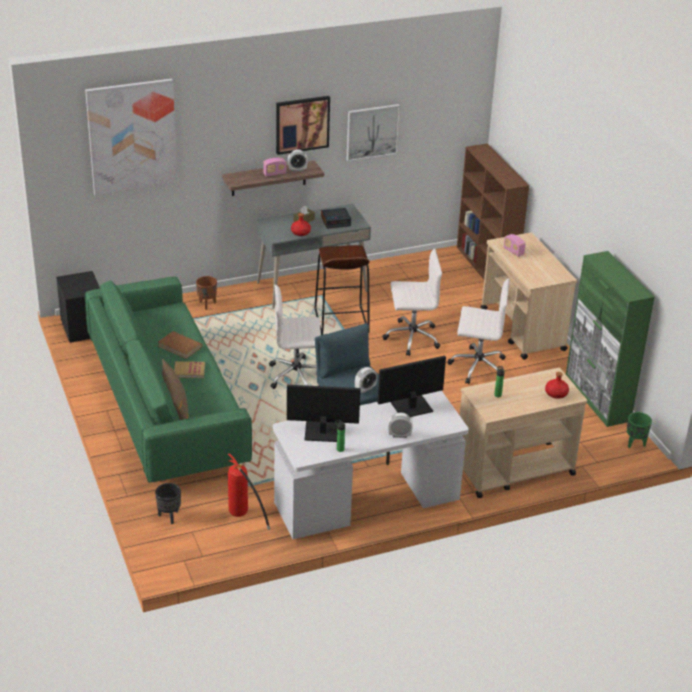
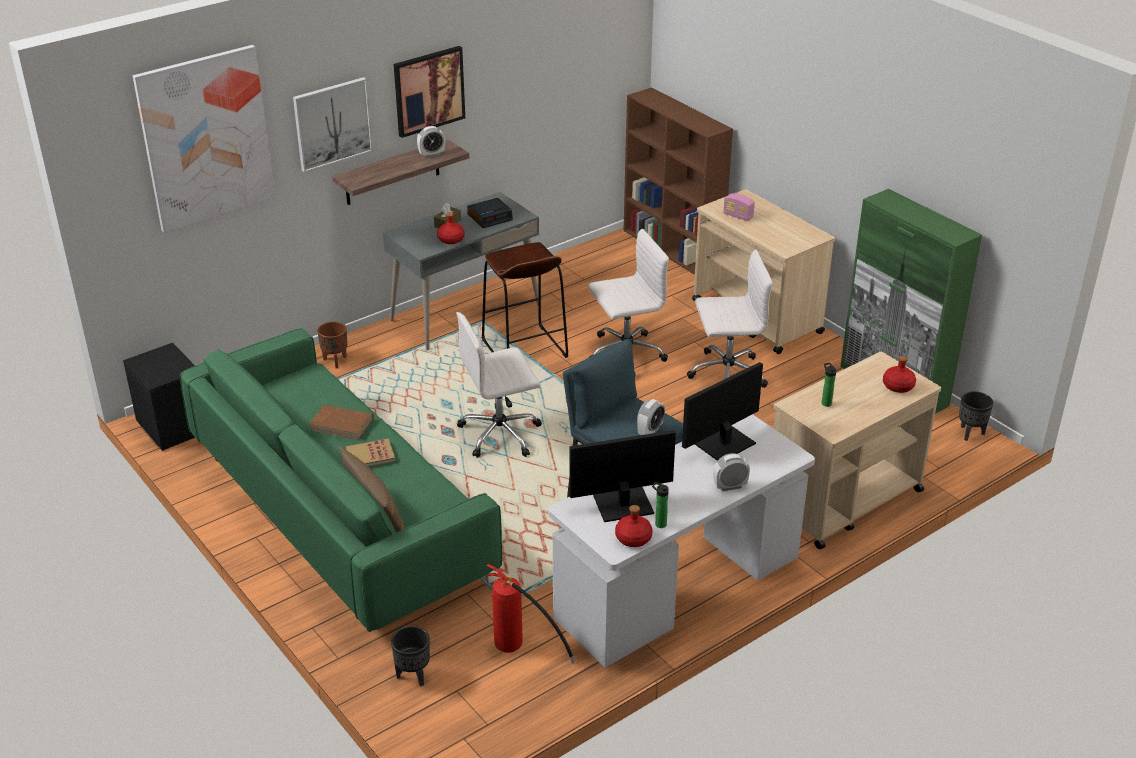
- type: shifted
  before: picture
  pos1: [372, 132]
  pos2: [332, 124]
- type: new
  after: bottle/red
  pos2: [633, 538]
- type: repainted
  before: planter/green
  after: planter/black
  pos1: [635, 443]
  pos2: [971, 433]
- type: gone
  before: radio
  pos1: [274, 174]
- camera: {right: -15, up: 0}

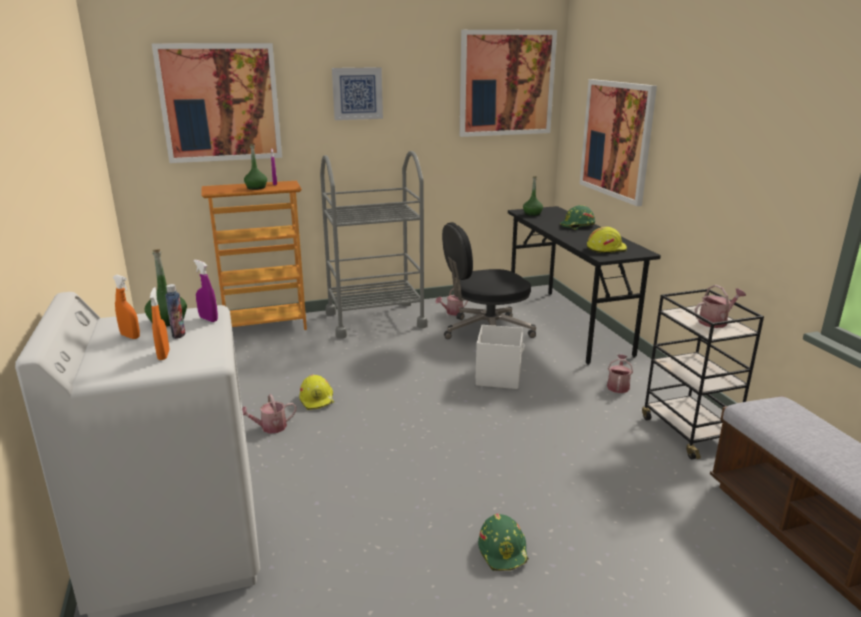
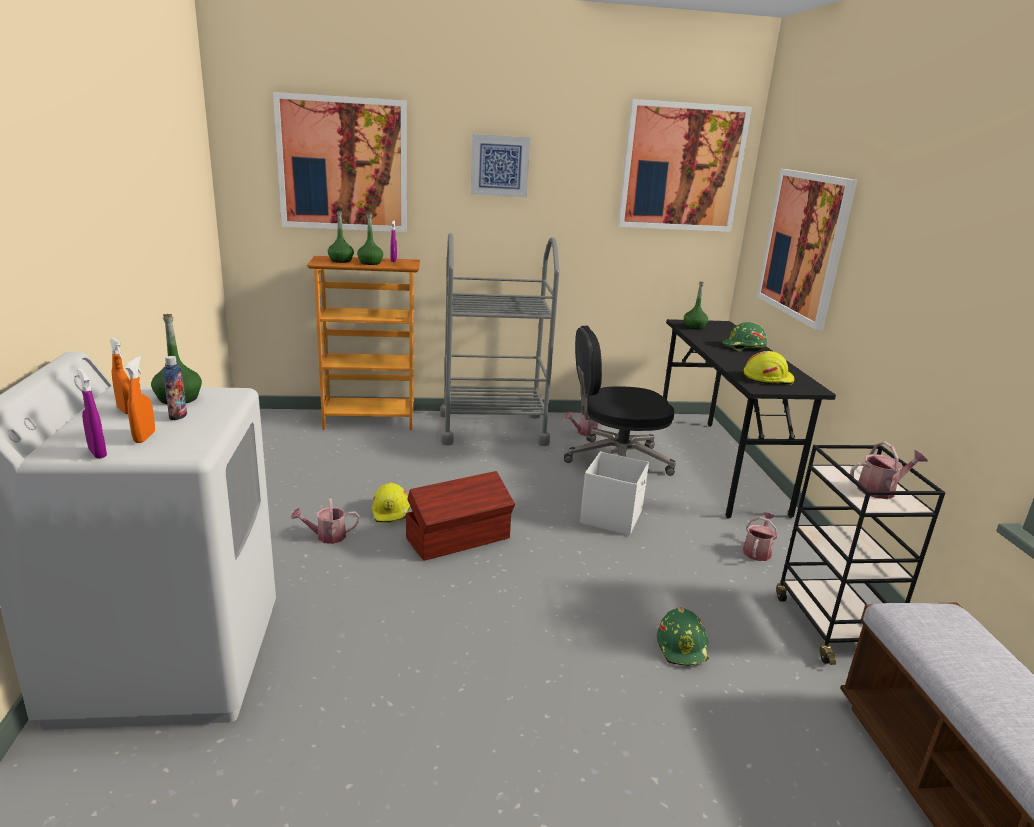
- type: shifted
  before: spray bottle/purple
  pos1: [208, 319]
  pos2: [97, 453]
- type: new
  after: bottle/green
  pos2: [341, 261]
- type: new
  after: storage box/brown
  pos2: [459, 539]
- type: shifted
  before: hard hat/green
  pos1: [503, 550]
  pos2: [683, 647]
- camera: {right: 10, up: 0}

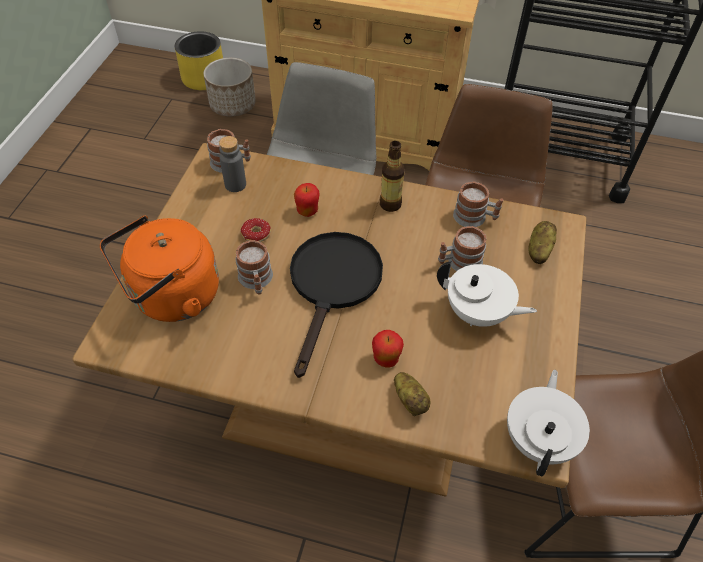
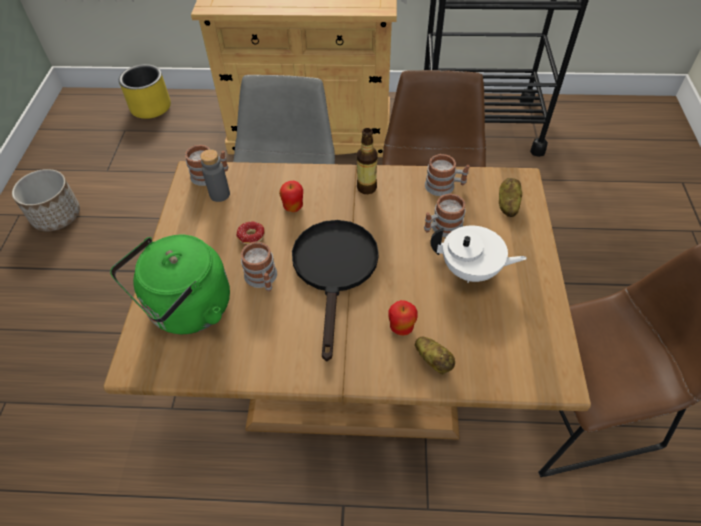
- type: shifted
  before: planter
  pos1: [232, 104]
  pos2: [56, 215]
- type: repainted
  before: kettle/orange
  after: kettle/green
  pos1: [172, 297]
  pos2: [187, 310]
- type: gone
  before: teapot/white
  pos1: [539, 439]
- camera: {right: -10, up: 0}

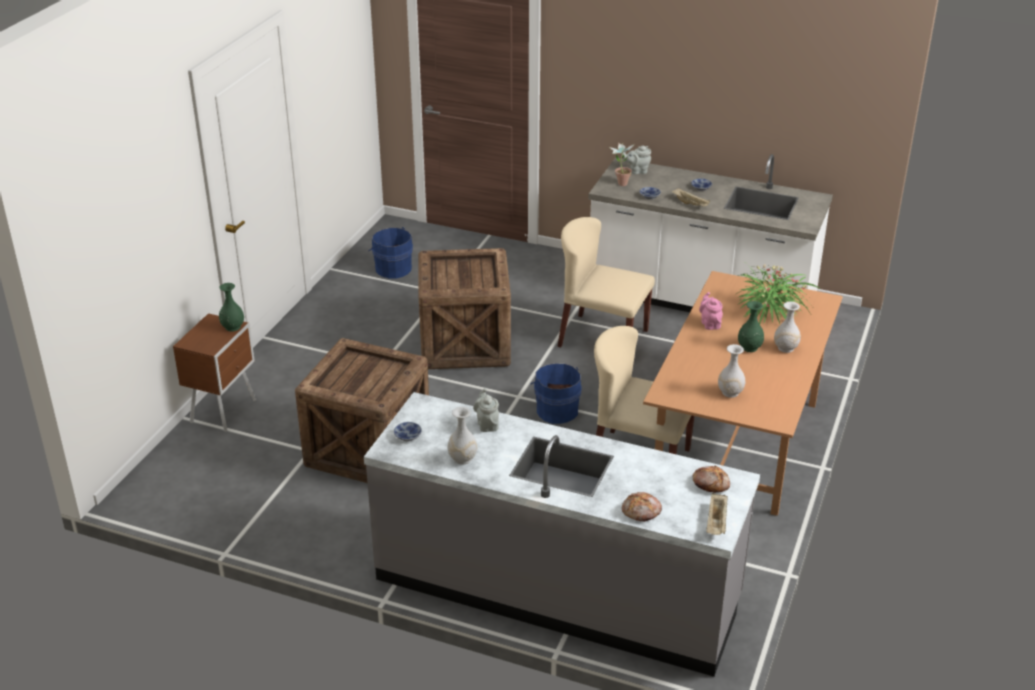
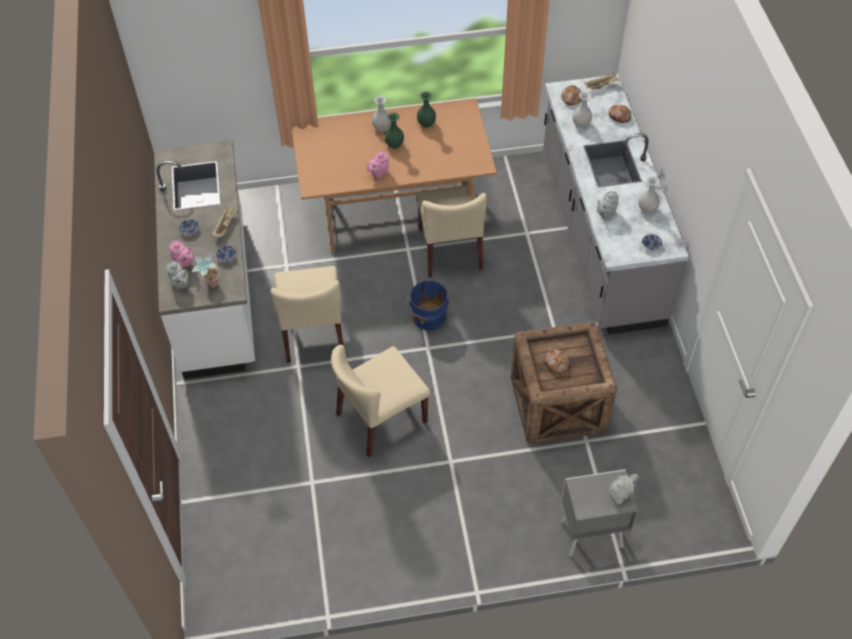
- type: new
  after: teapot/pink
  pos2: [184, 263]
- type: swapped
  before: crate
  after: chair/beige
  pos1: [466, 343]
  pos2: [381, 418]
- type: shifted
  before: vase/green
  pos1: [233, 327]
  pos2: [426, 123]
- type: new
  after: bread
  pos2: [556, 363]
- type: repainted
  before: nightstand/brown
  after: nightstand/grey
  pos1: [225, 411]
  pos2: [589, 533]
- type: shifted
  before: vase/white
  pos1: [730, 392]
  pos2: [581, 124]
- type: new
  after: teapot/grey
  pos2: [620, 494]
- type: gone
  before: bucket/blue
  pos1: [392, 268]
- type: gone
  before: potted plant
  pos1: [770, 312]
- camera: {right: -120, up: 20}

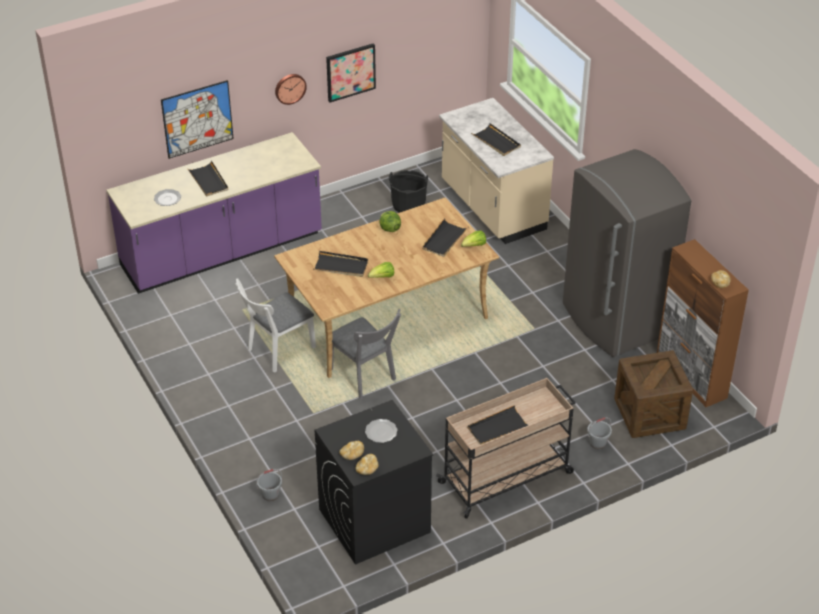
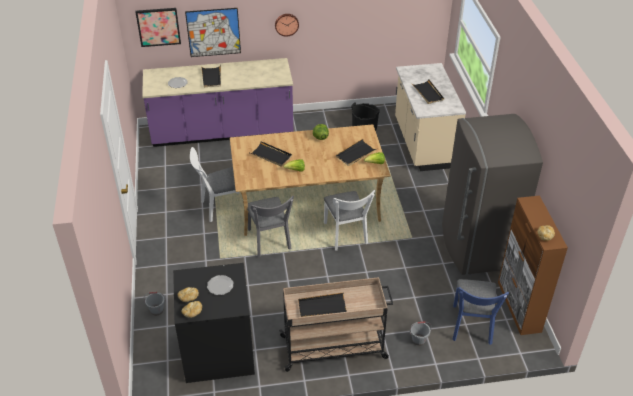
- type: shifted
  before: picture
  pos1: [350, 72]
  pos2: [158, 26]
- type: new
  after: chair/white
  pos2: [346, 236]
- type: swapped
  before: crate
  after: chair/blue
  pos1: [649, 414]
  pos2: [471, 328]
- camera: {right: 20, up: 0}

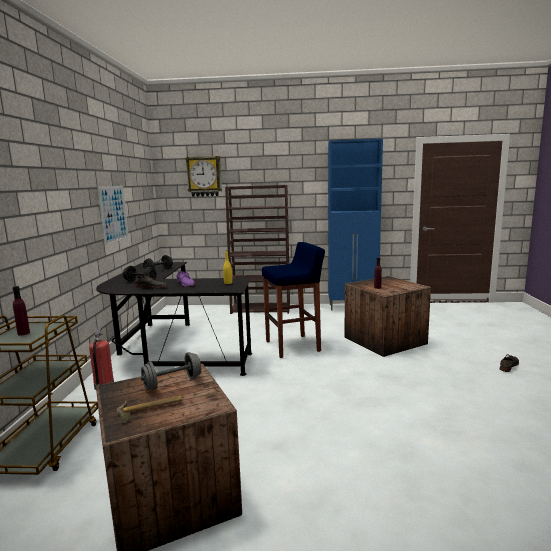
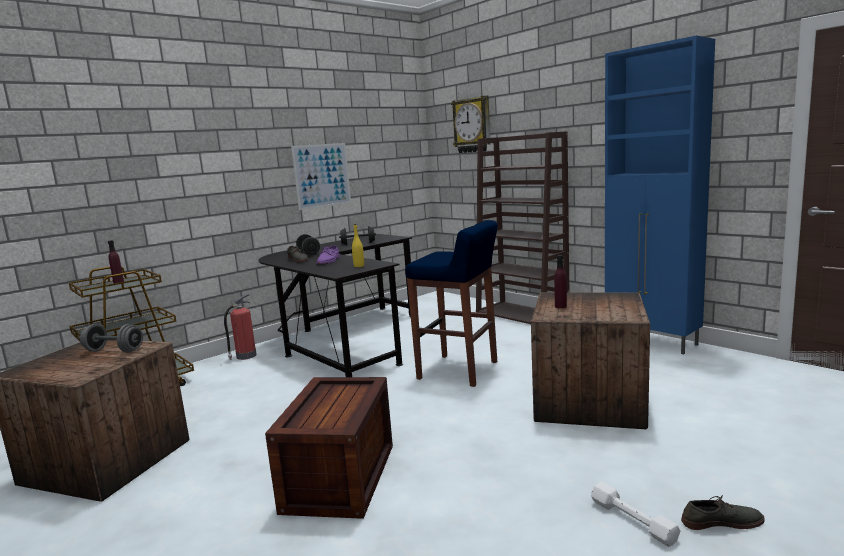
- type: new
  after: crate
  pos2: [340, 476]
- type: new
  after: dumbbell/white
  pos2: [633, 520]
- type: gone
  before: hammer
  pos1: [150, 410]
- camera: {right: 45, up: 0}

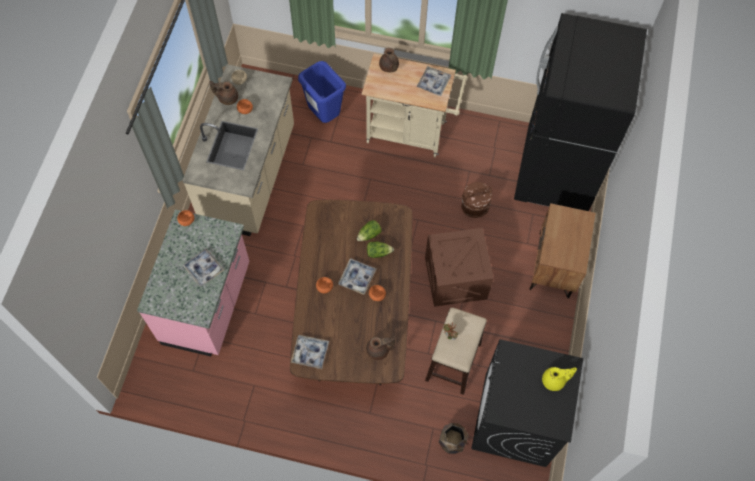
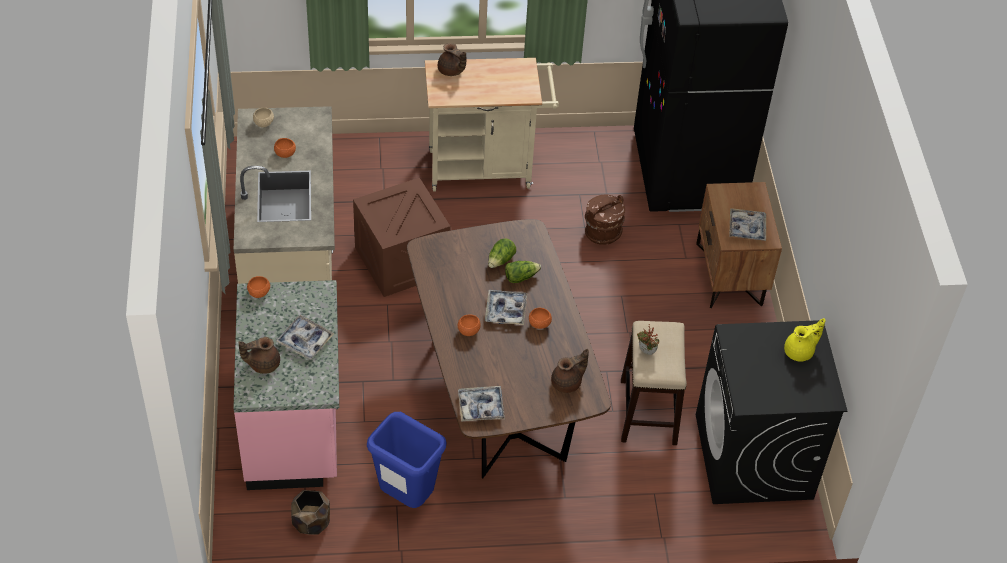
- type: shifted
  before: teapot/brown
  pos1: [227, 98]
  pos2: [263, 364]
- type: shifted
  before: planter/brown
  pos1: [452, 441]
  pos2: [311, 522]
- type: shifted
  before: crate
  pos1: [455, 278]
  pos2: [401, 260]
- type: shifted
  before: trash can/blue
  pos1: [324, 115]
  pos2: [406, 497]
- type: shifted
  before: tray
  pos1: [433, 83]
  pos2: [747, 228]
- camera: {right: -20, up: -15}

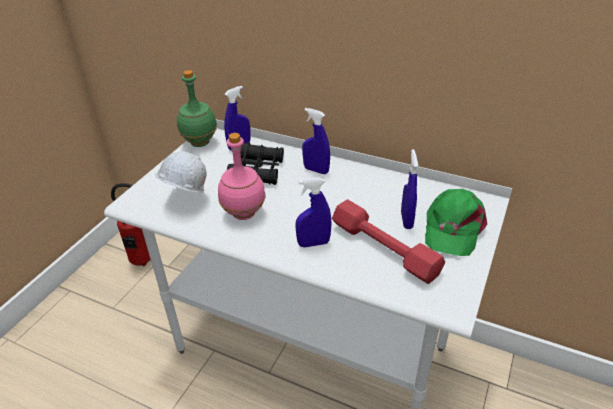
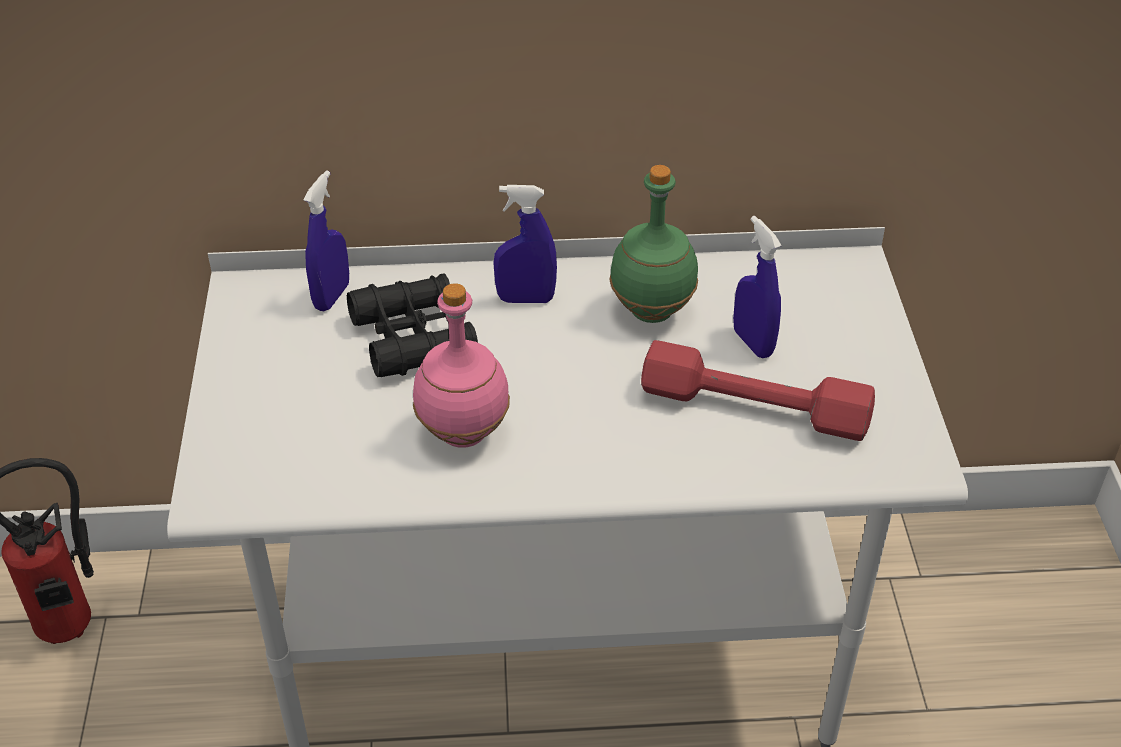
- type: shifted
  before: bottle/green
  pos1: [200, 143]
  pos2: [652, 312]
- type: gone
  before: hard hat/white
  pos1: [185, 200]
- type: gone
  before: spray bottle/blue
  pos1: [313, 243]
- type: gone
  before: cap/green
  pos1: [453, 228]
- camera: {right: -30, up: 5}

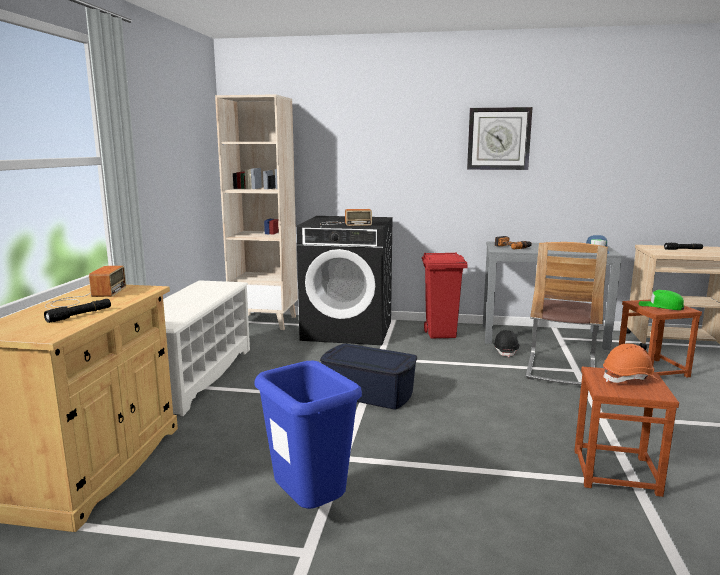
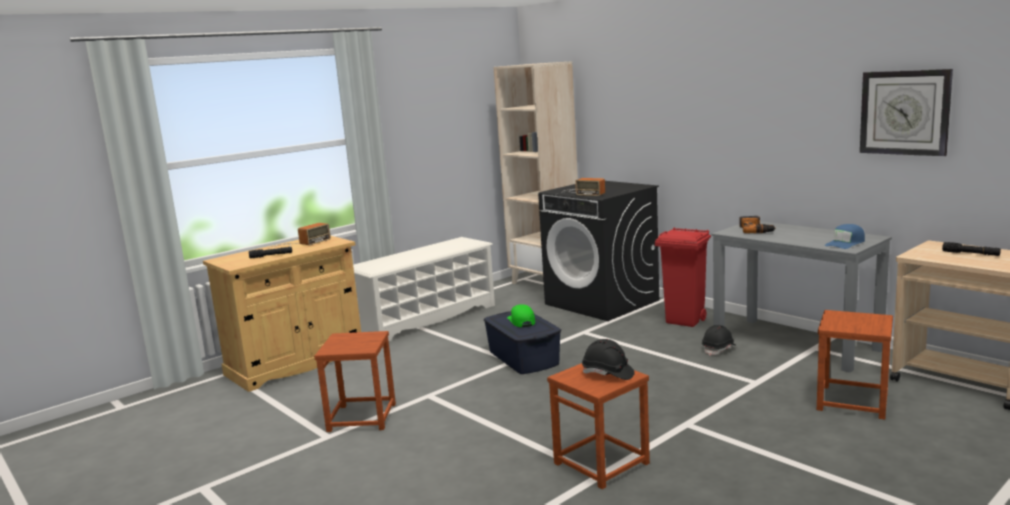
- type: swapped
  before: trash can/blue
  after: stool/brown
  pos1: [310, 510]
  pos2: [362, 417]
- type: shifted
  before: cap/green
  pos1: [660, 306]
  pos2: [521, 321]
- type: repainted
  before: hard hat/orange
  after: hard hat/black
  pos1: [629, 378]
  pos2: [607, 374]
- type: shifted
  before: wall clock
  pos1: [498, 139]
  pos2: [904, 112]
- type: gone
  before: chair
  pos1: [561, 369]
- camera: {right: 40, up: 0}

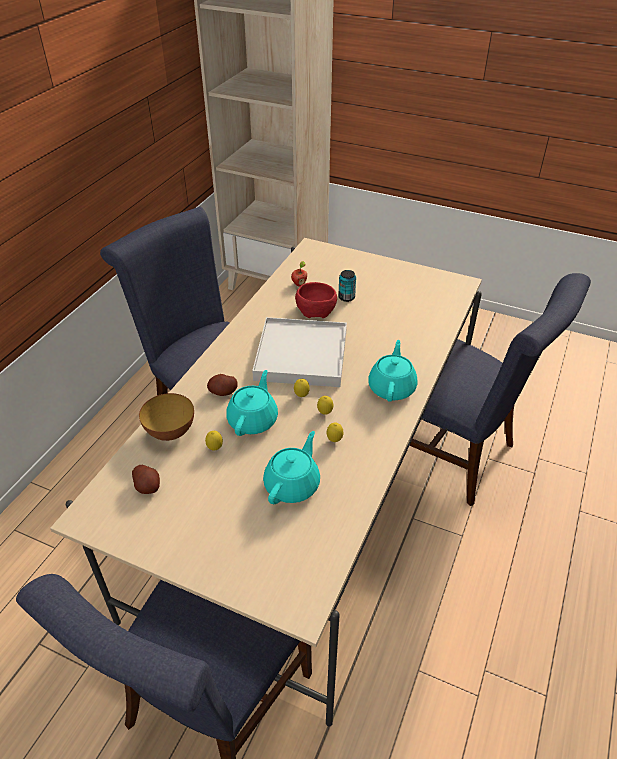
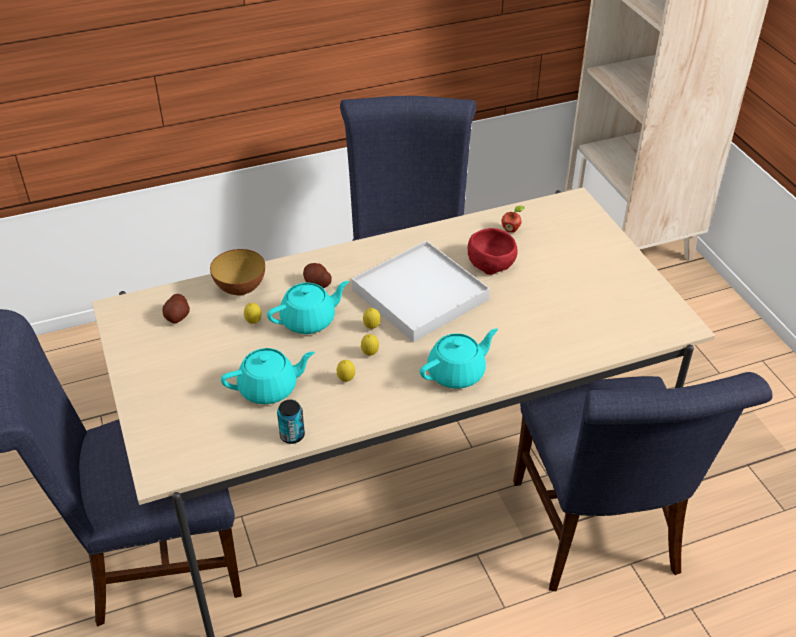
- type: shifted
  before: can
  pos1: [346, 297]
  pos2: [292, 435]
- camera: {right: 45, up: 0}

